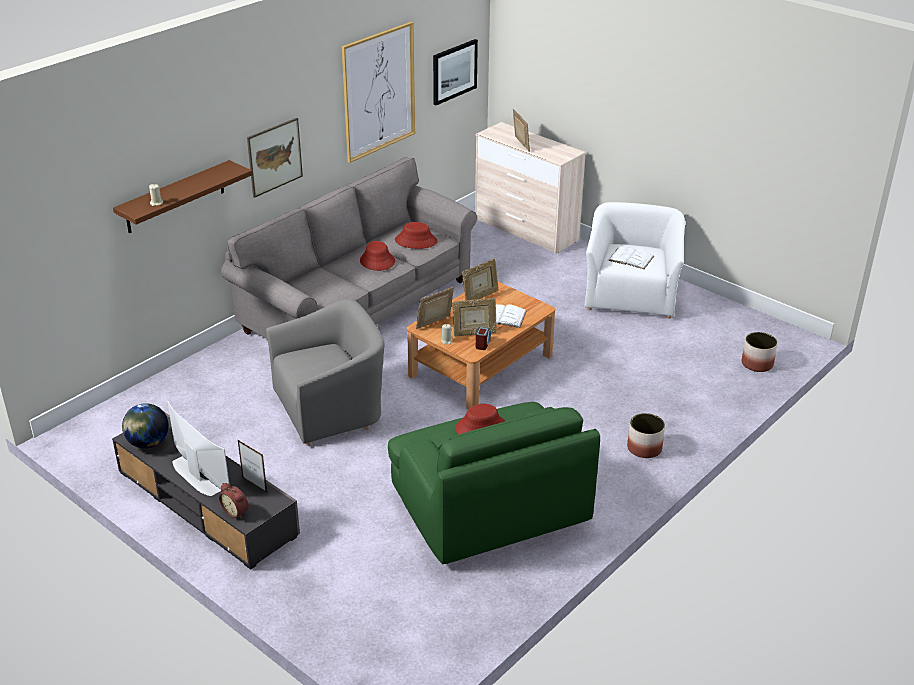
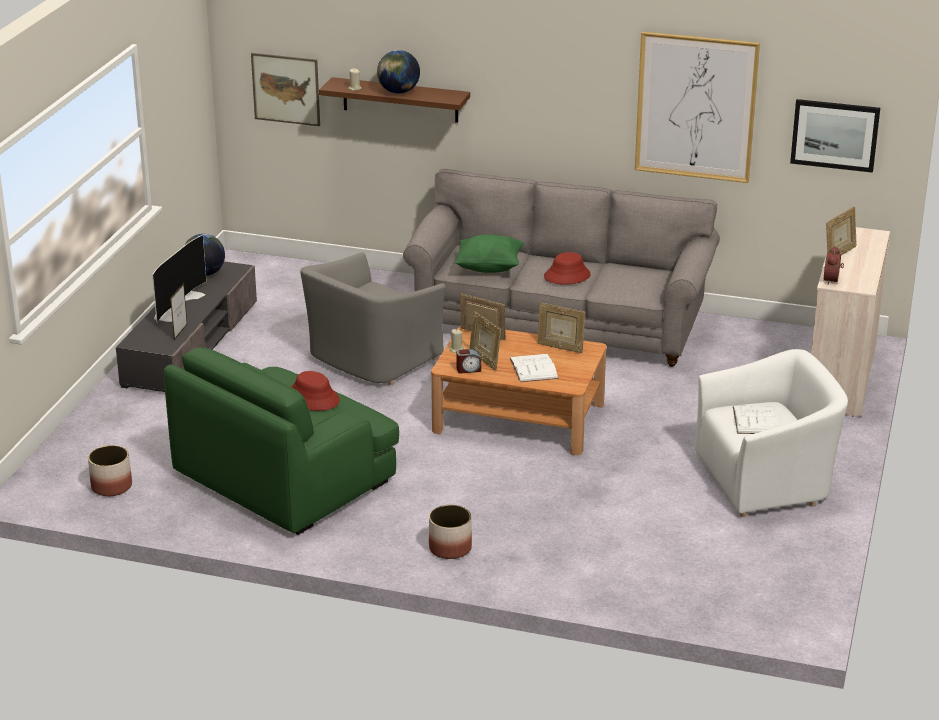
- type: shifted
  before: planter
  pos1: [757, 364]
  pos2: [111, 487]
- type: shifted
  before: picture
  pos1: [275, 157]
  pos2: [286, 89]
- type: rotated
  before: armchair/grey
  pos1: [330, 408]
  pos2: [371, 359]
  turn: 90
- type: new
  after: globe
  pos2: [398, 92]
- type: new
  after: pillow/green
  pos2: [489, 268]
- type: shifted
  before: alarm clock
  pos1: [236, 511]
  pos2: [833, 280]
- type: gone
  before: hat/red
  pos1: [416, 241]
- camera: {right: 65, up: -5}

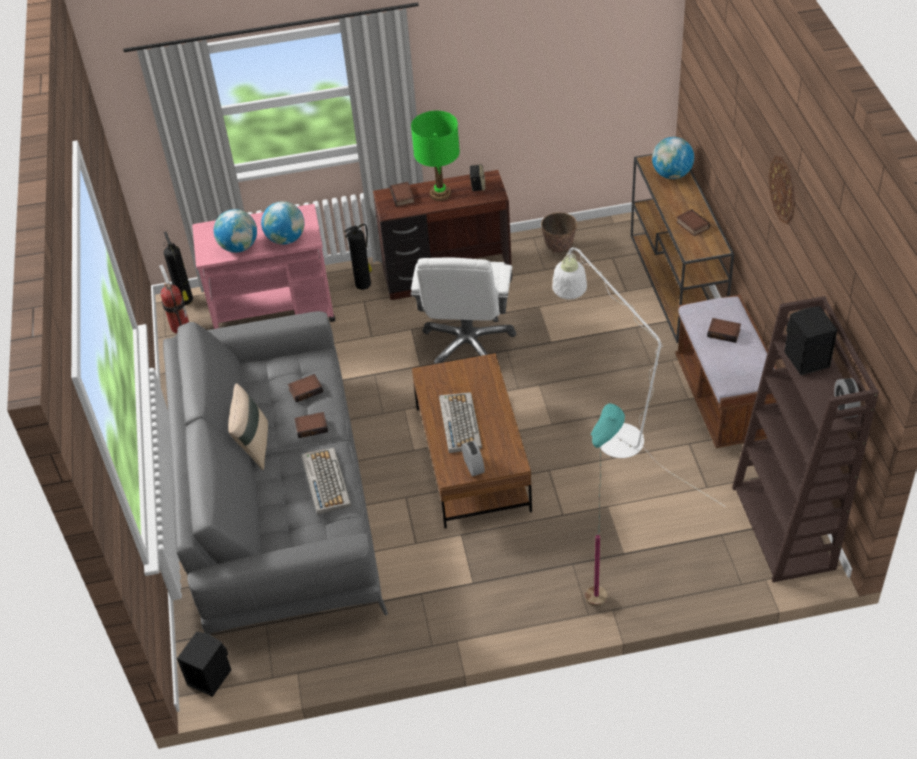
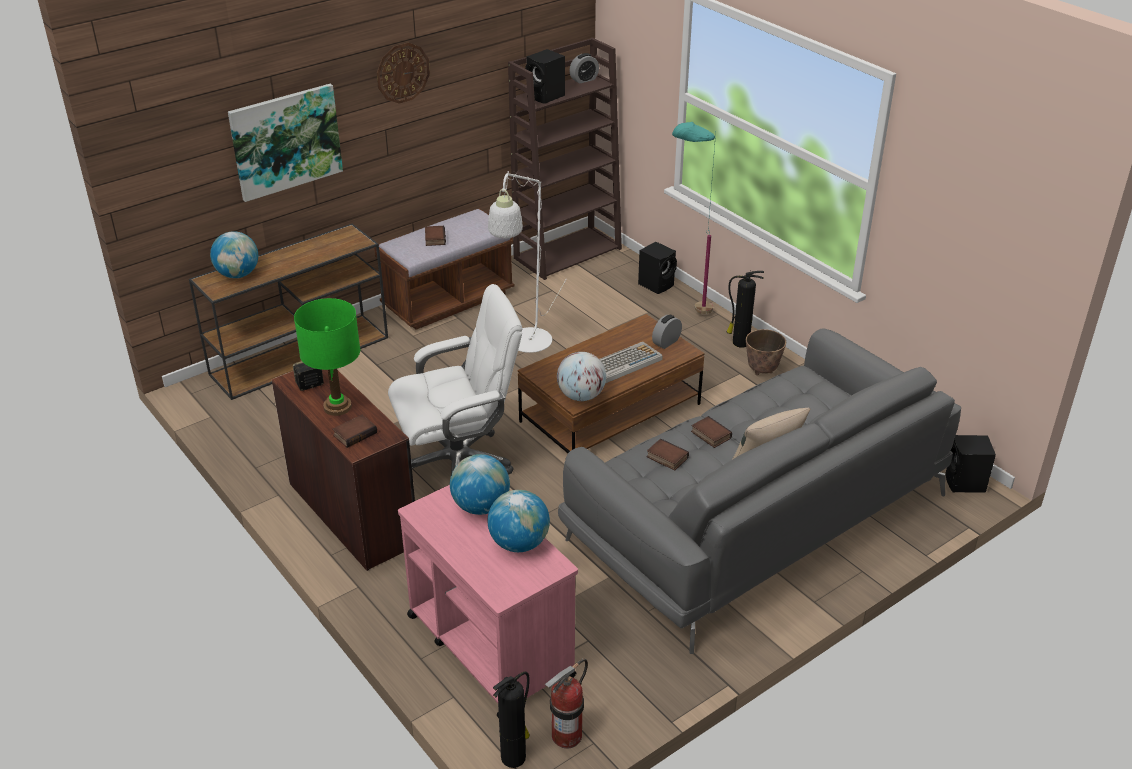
- type: new
  after: picture
  pos2: [286, 141]
- type: new
  after: globe
  pos2: [581, 396]
- type: new
  after: speaker/black
  pos2: [657, 284]
- type: shifted
  before: fire extinguisher
  pos1: [364, 284]
  pos2: [739, 342]
- type: shifted
  before: planter
  pos1: [559, 248]
  pos2: [762, 370]
- type: gone
  before: keyboard
  pos1: [325, 481]
- type: gone
  before: book
  pos1: [691, 225]
- camera: {right: -120, up: -10}

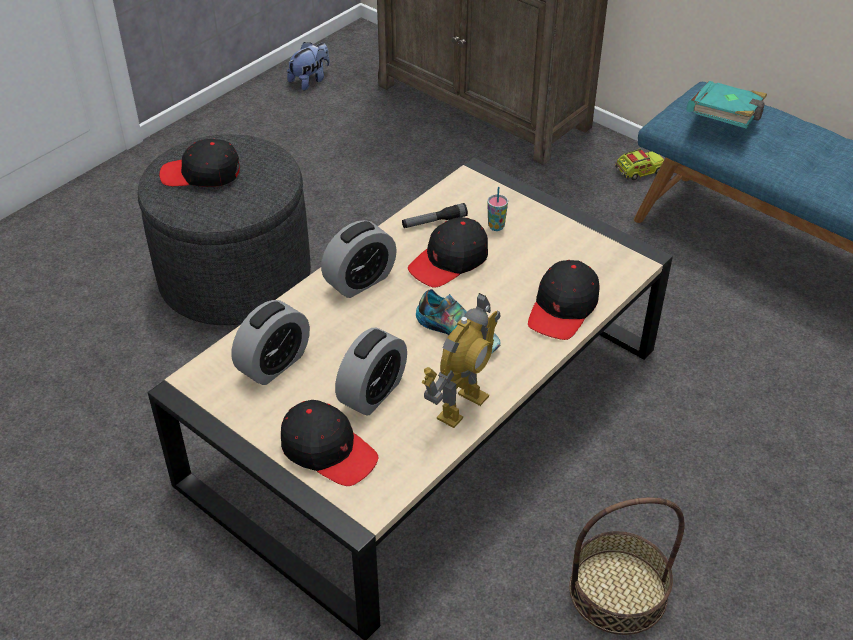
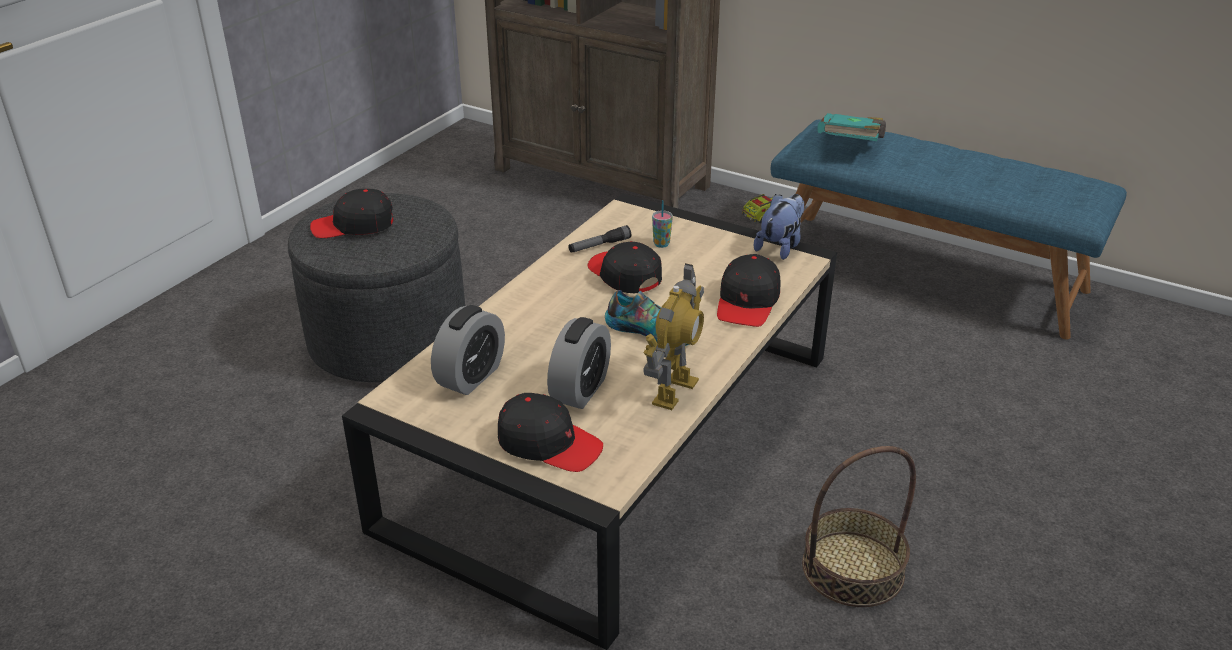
- type: rotated
  before: cap/black
  pos1: [449, 261]
  pos2: [624, 275]
  turn: 105
- type: shifted
  before: plush toy
  pos1: [310, 80]
  pos2: [780, 247]
- type: gone
  before: alarm clock
  pos1: [360, 281]
- camera: {right: -10, up: -10}

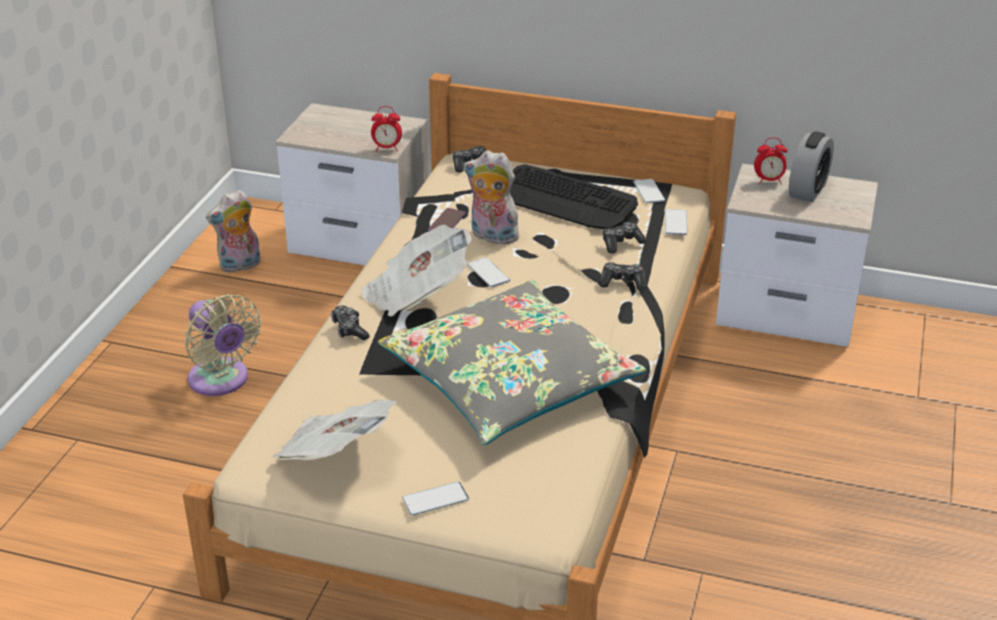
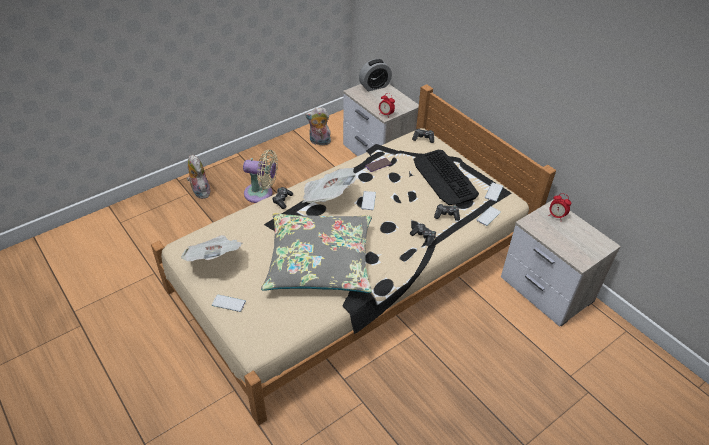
- type: shifted
  before: plush toy
  pos1: [491, 236]
  pos2: [199, 191]
- type: rotated
  before: fan/beige
  pos1: [221, 381]
  pos2: [261, 194]
  turn: -75
- type: shifted
  before: alarm clock
  pos1: [807, 190]
  pos2: [374, 86]
- camera: {right: 35, up: 10}

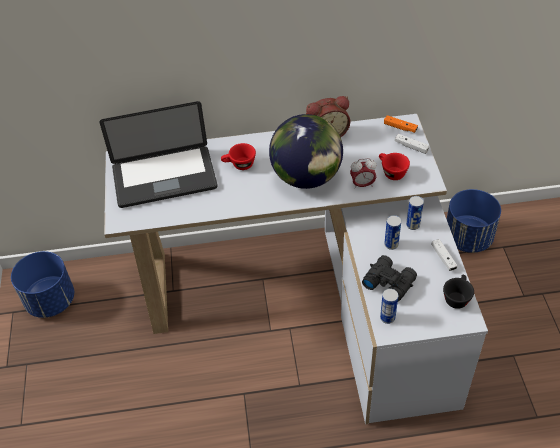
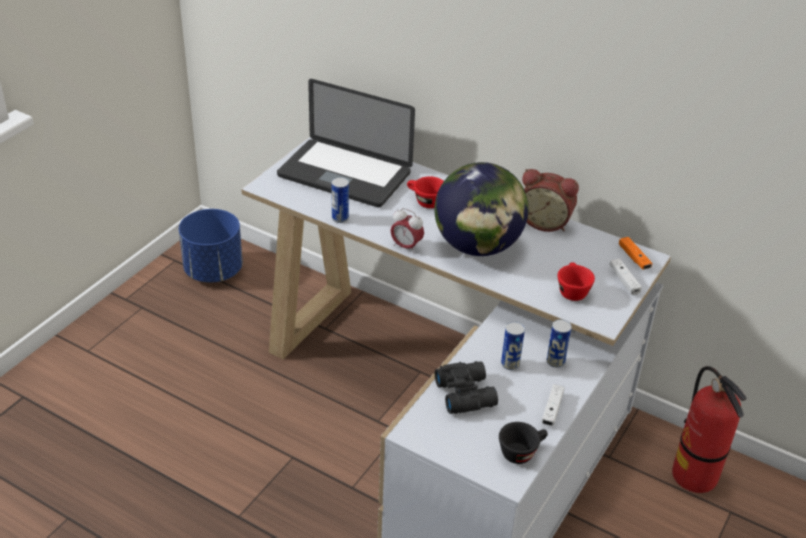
- type: shifted
  before: can
  pos1: [387, 318]
  pos2: [340, 218]
- type: shifted
  before: alarm clock
  pos1: [362, 185]
  pos2: [406, 247]
- type: swapped
  before: planter/blue
  after: fire extinguisher
  pos1: [468, 238]
  pos2: [695, 476]
- camera: {right: 35, up: -10}

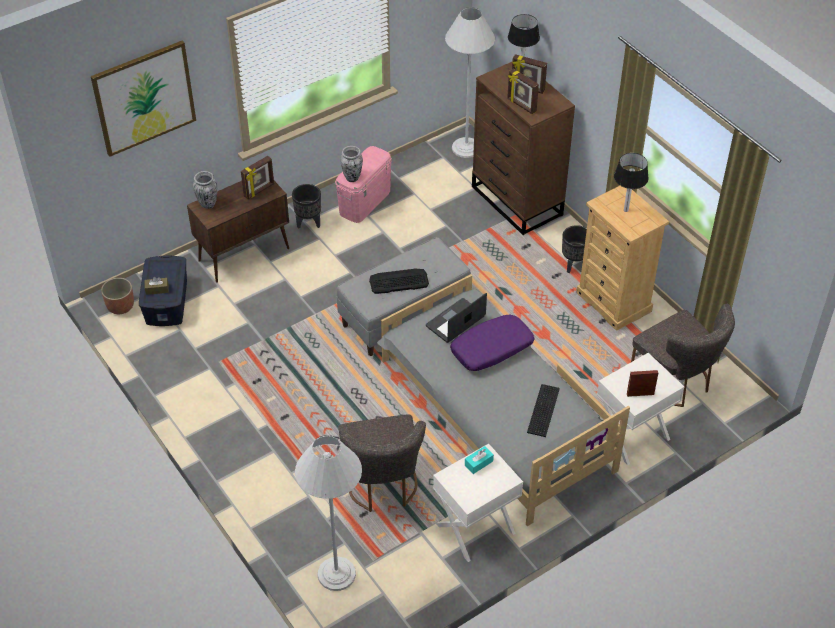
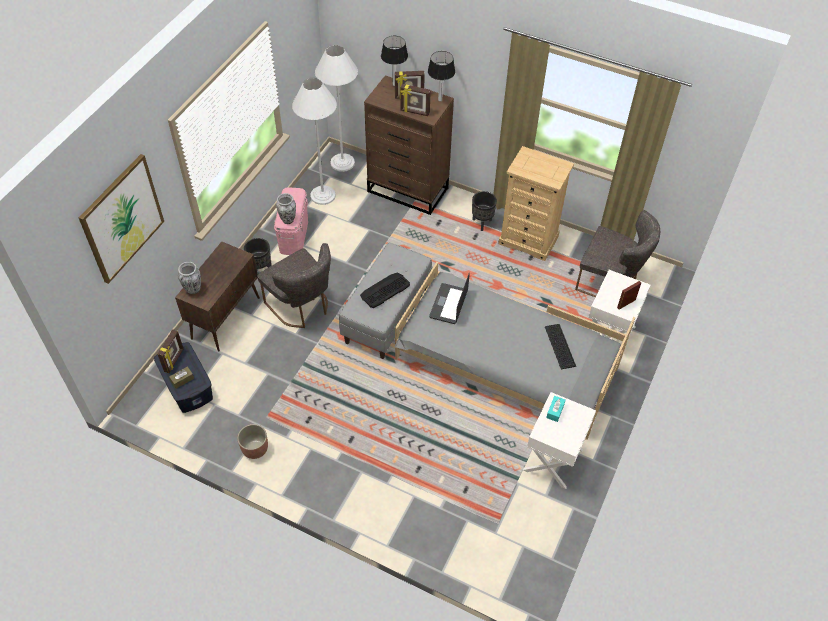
- type: shifted
  before: picture frame
  pos1: [259, 191]
  pos2: [174, 360]
- type: shifted
  before: planter
  pos1: [120, 306]
  pos2: [255, 449]
- type: shifted
  before: chair/grey
  pos1: [382, 485]
  pos2: [302, 307]
- type: shifted
  before: floor lamp/white
  pos1: [336, 574]
  pos2: [323, 195]
- type: shifted
  before: table lamp
  pos1: [626, 210]
  pos2: [440, 100]
- type: gone
  before: pillow/purple
  pos1: [492, 349]
- camera: {right: -30, up: 5}

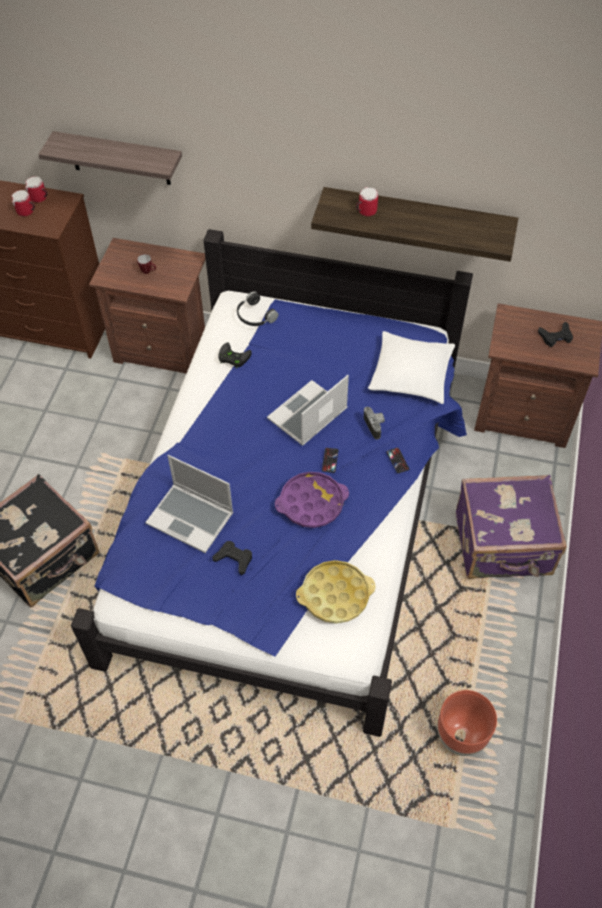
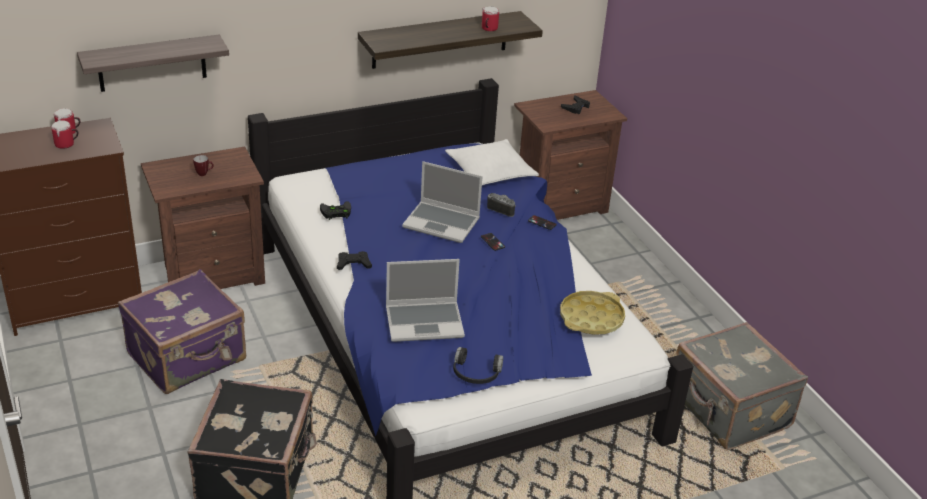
- type: shifted
  before: suitcase/purple
  pos1: [503, 546]
  pos2: [188, 358]
- type: shifted
  before: game controller/black
  pos1: [234, 559]
  pos2: [353, 264]
- type: rotated
  before: laptop
  pos1: [307, 415]
  pos2: [442, 223]
  turn: -75
- type: shifted
  before: headphones/black
  pos1: [254, 316]
  pos2: [475, 374]
- type: shifted
  before: mug
  pos1: [365, 211]
  pos2: [488, 29]
- type: swapped
  before: planter/brown
  after: suitcase/grey
  pos1: [461, 736]
  pos2: [728, 411]
- type: gone
  before: tray/purple
  pos1: [311, 503]
- camera: {right: -40, up: -20}

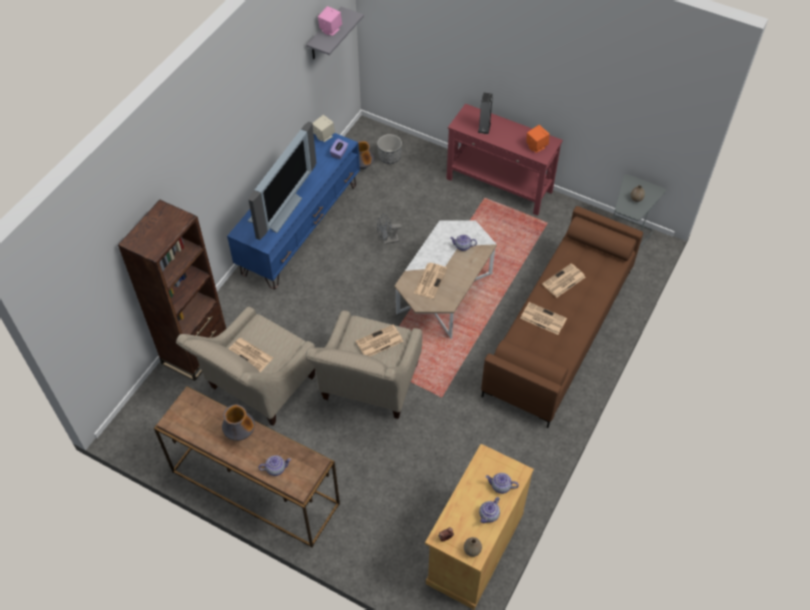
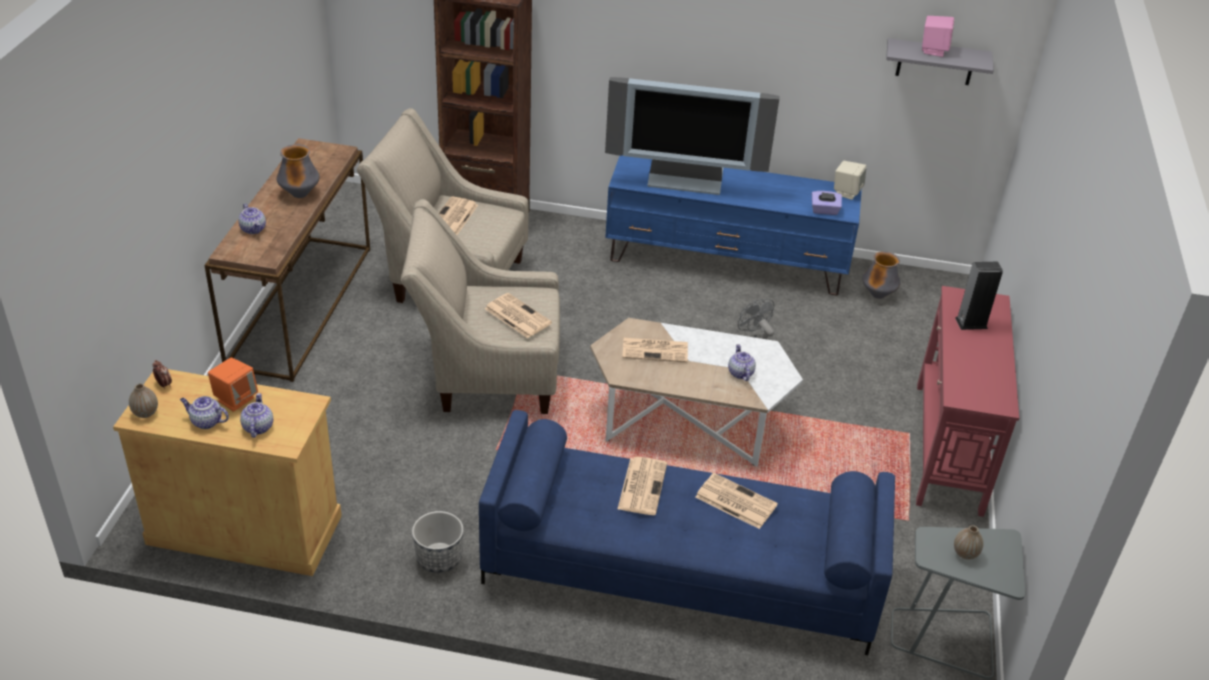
- type: shifted
  before: speaker/orange
  pos1: [536, 146]
  pos2: [236, 399]
- type: shifted
  before: planter
  pos1: [389, 157]
  pos2: [438, 558]
- type: repainted
  before: sofa/brown
  after: sofa/blue
  pos1: [559, 332]
  pos2: [679, 571]
- camera: {right: 70, up: -15}

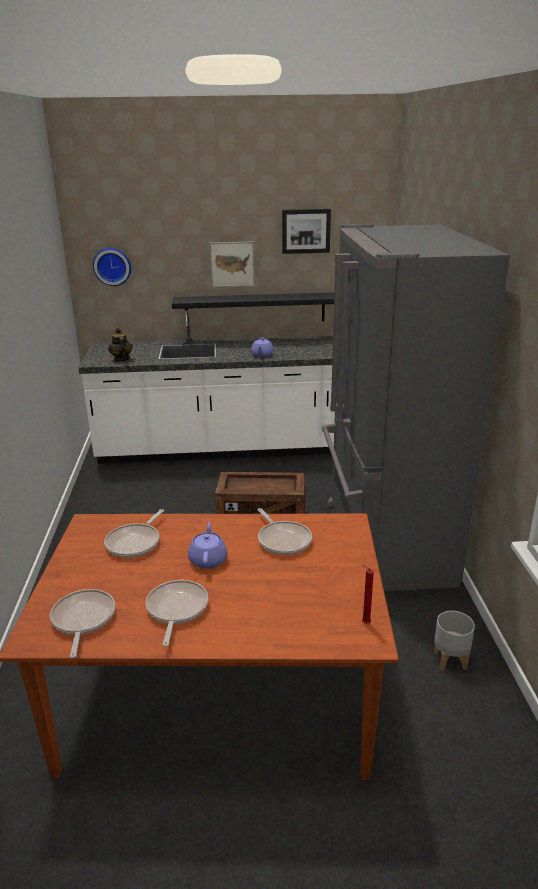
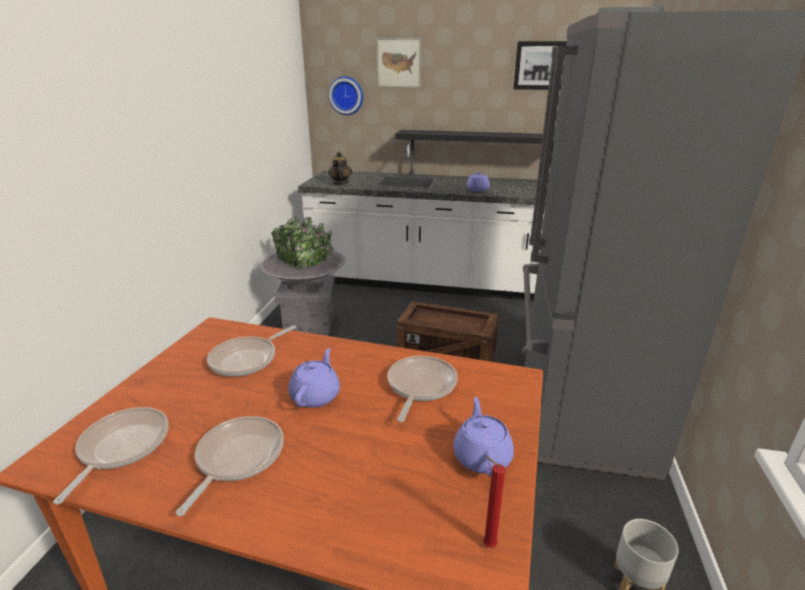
- type: new
  after: planter/grey
  pos2: [309, 325]
- type: shifted
  before: picture
  pos1: [232, 264]
  pos2: [399, 63]
- type: rotated
  before: frying pan
  pos1: [283, 540]
  pos2: [420, 386]
  turn: -150
- type: new
  after: teapot/purple
  pos2: [482, 456]
- camera: {right: 15, up: 0}

